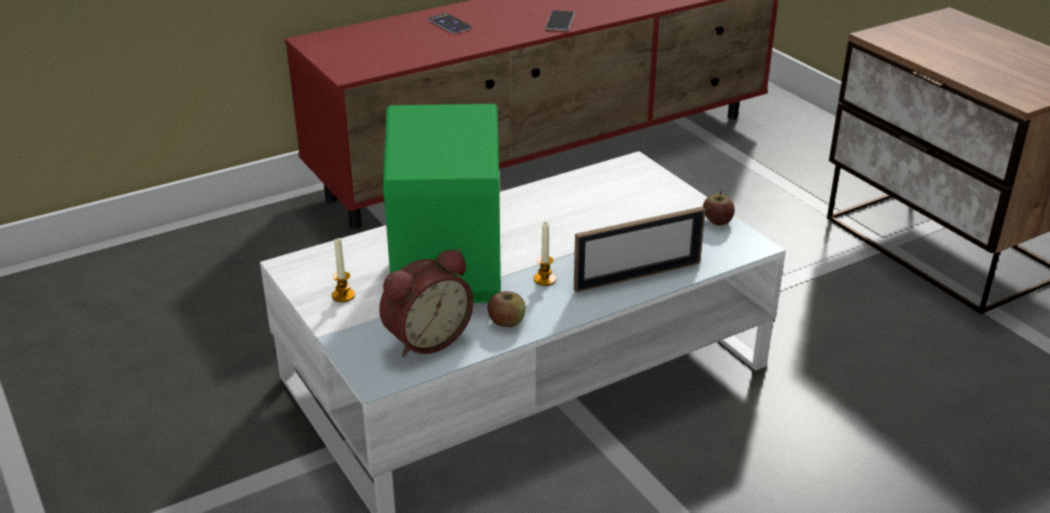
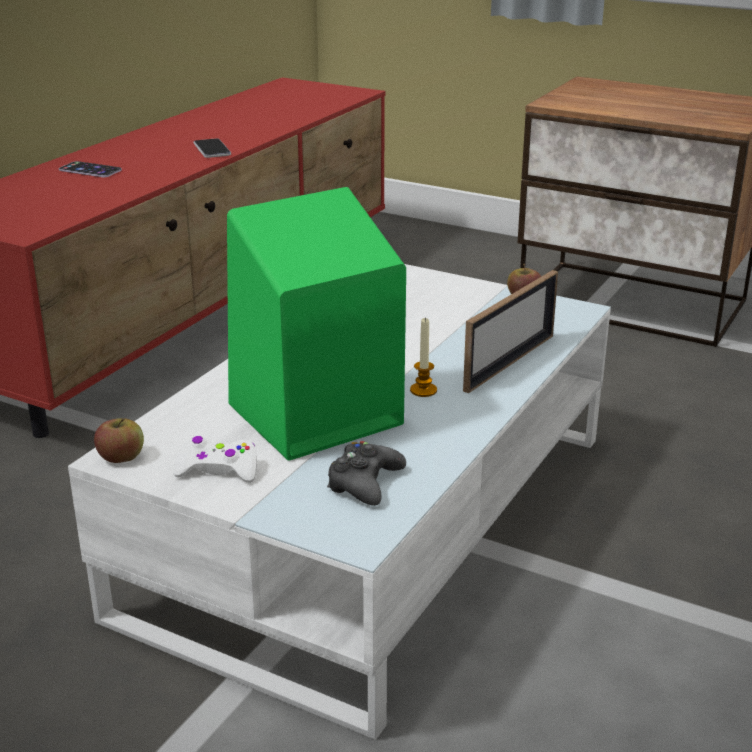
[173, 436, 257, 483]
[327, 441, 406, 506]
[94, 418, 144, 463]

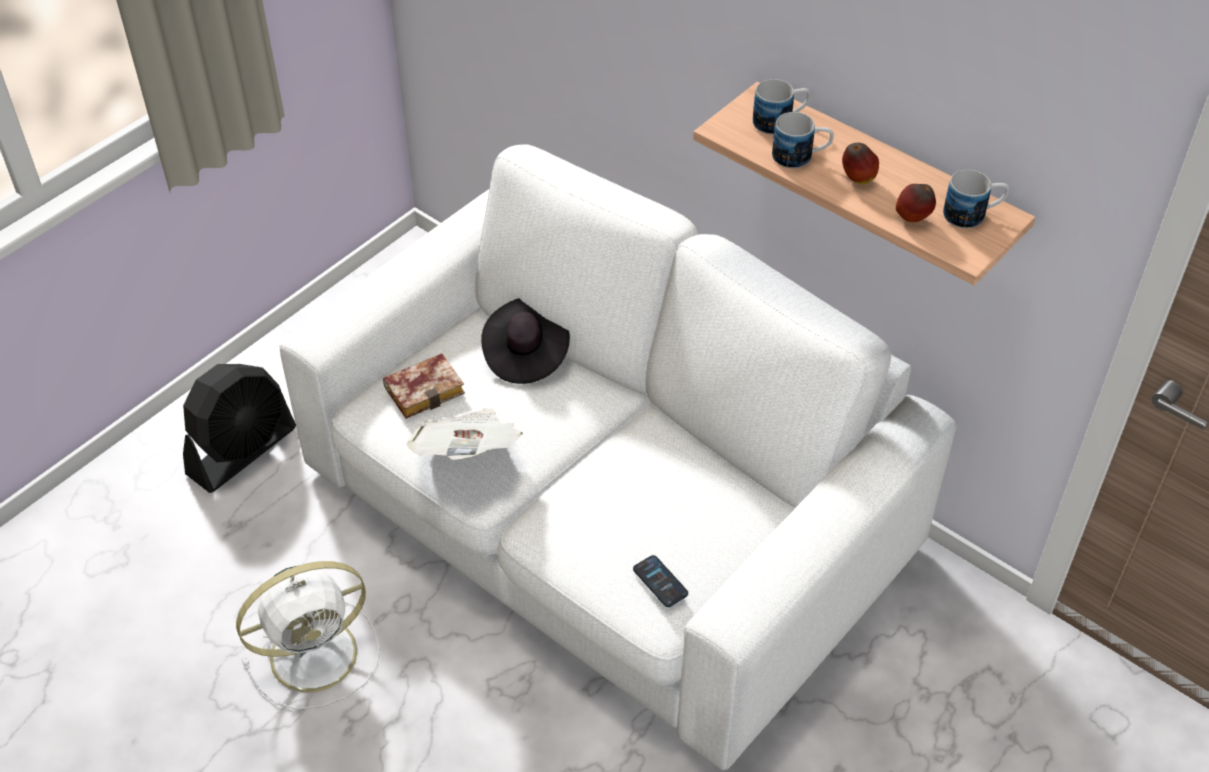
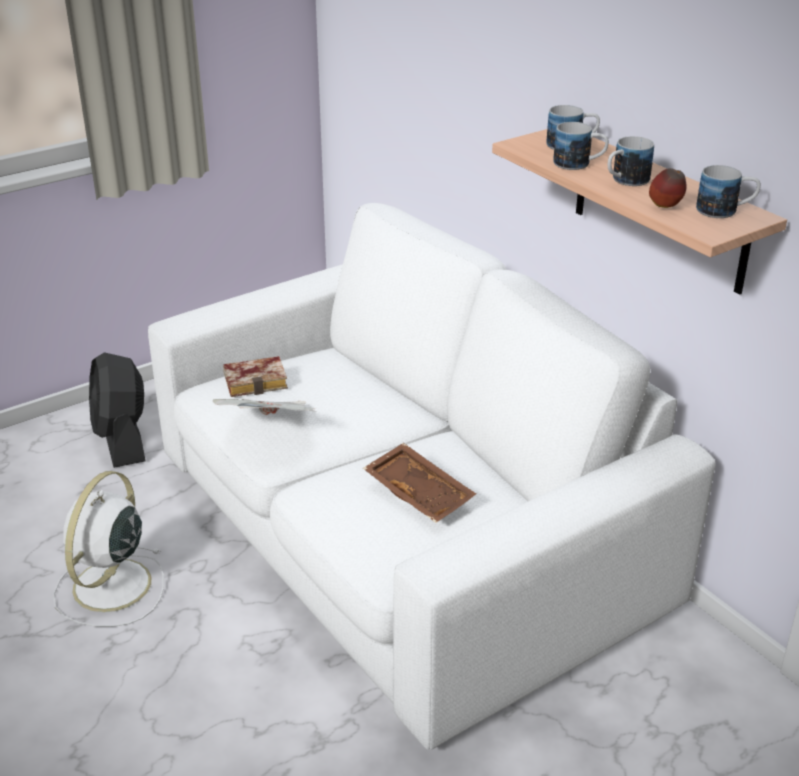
[608, 136, 654, 186]
[481, 298, 570, 384] (first image)
[89, 352, 145, 468]
[633, 555, 688, 607] (first image)
[53, 471, 164, 627]
[363, 443, 476, 523]

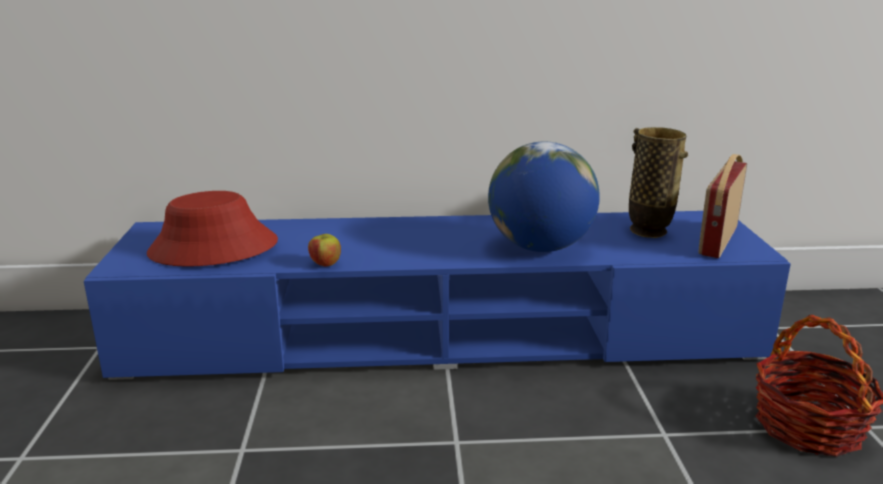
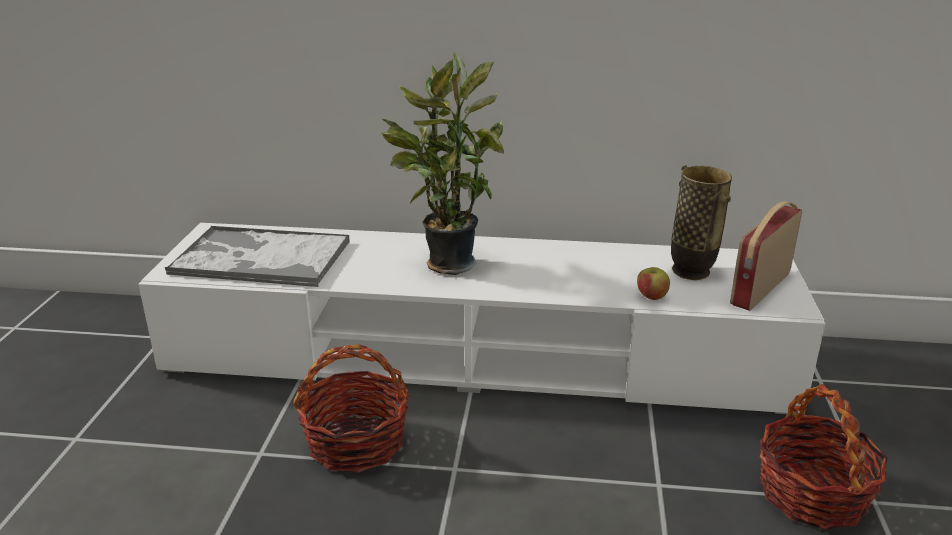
[488, 141, 600, 252] (first image)
[165, 226, 349, 287]
[139, 223, 825, 414]
[637, 267, 670, 300]
[381, 51, 504, 275]
[293, 345, 409, 473]

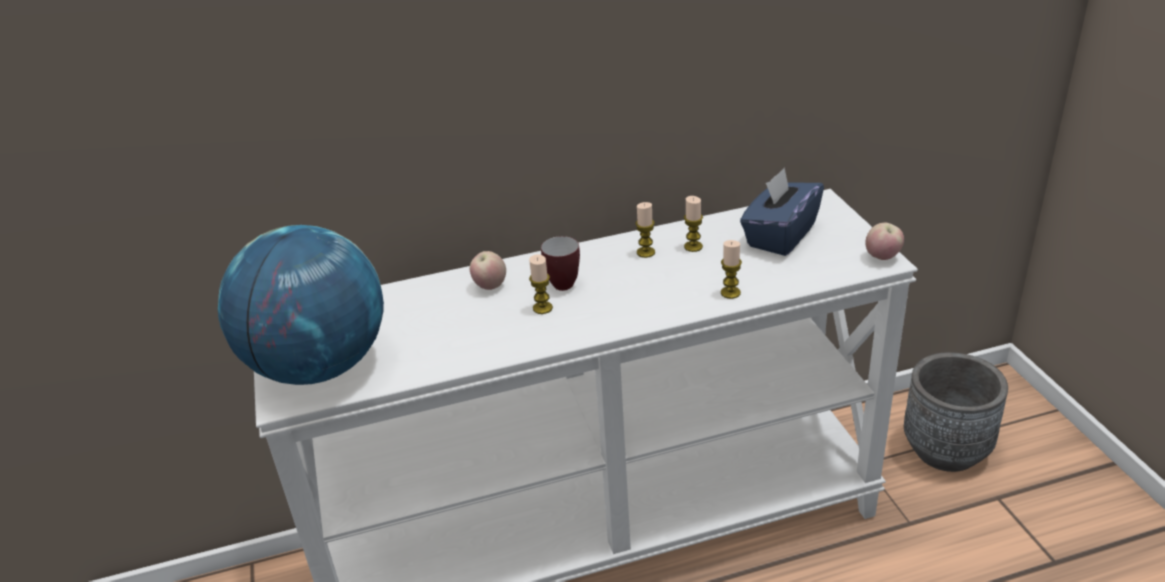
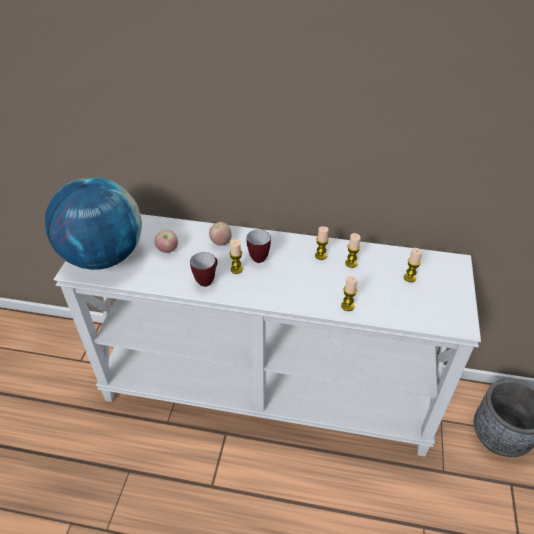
[404, 248, 422, 282]
[155, 230, 178, 253]
[190, 252, 218, 287]

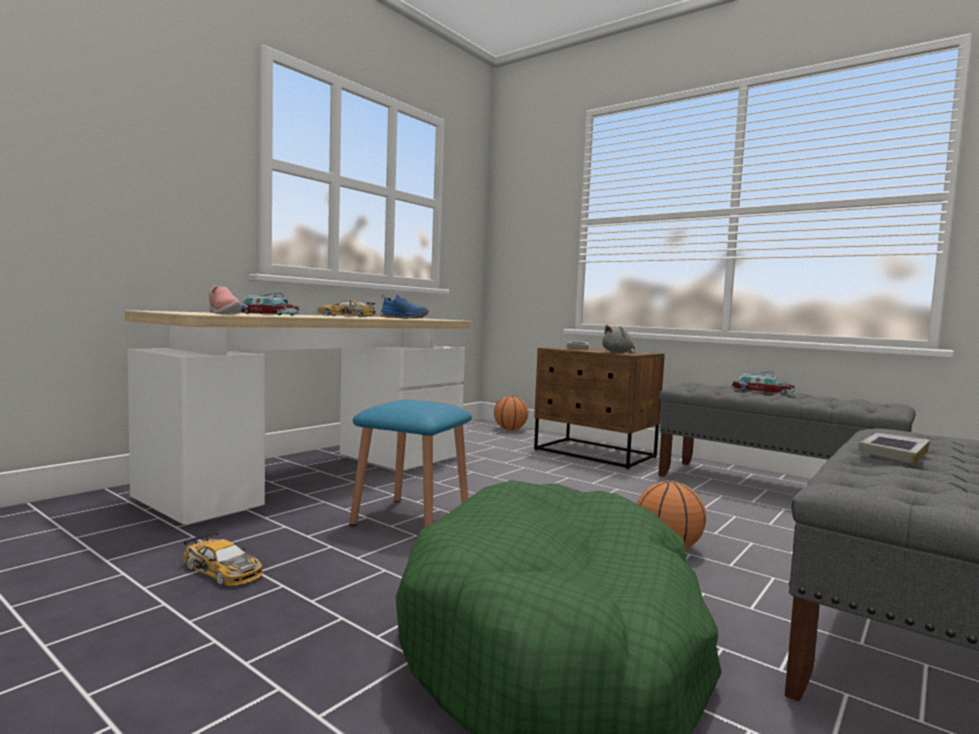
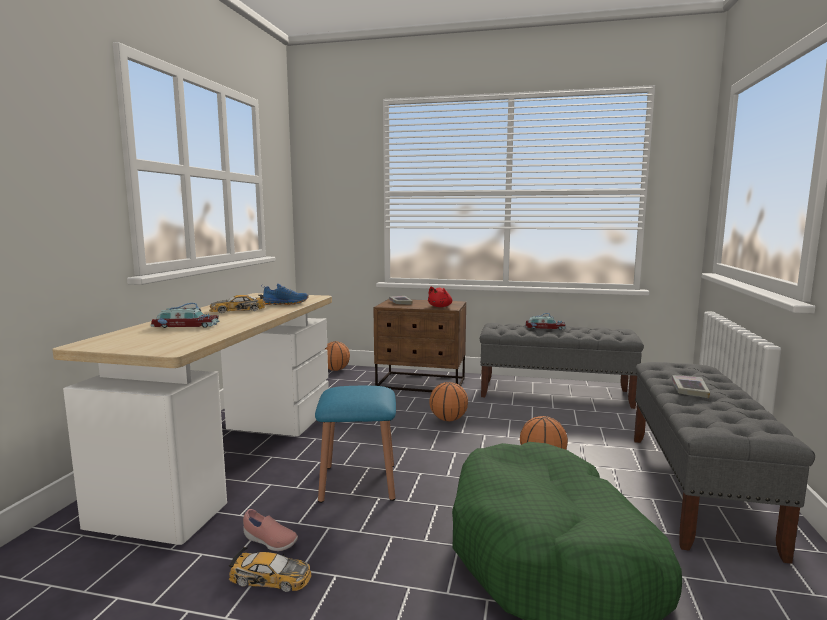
[243, 509, 298, 551]
[428, 286, 452, 307]
[429, 382, 468, 421]

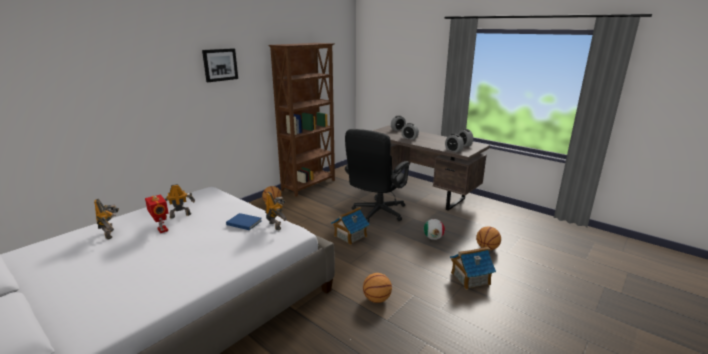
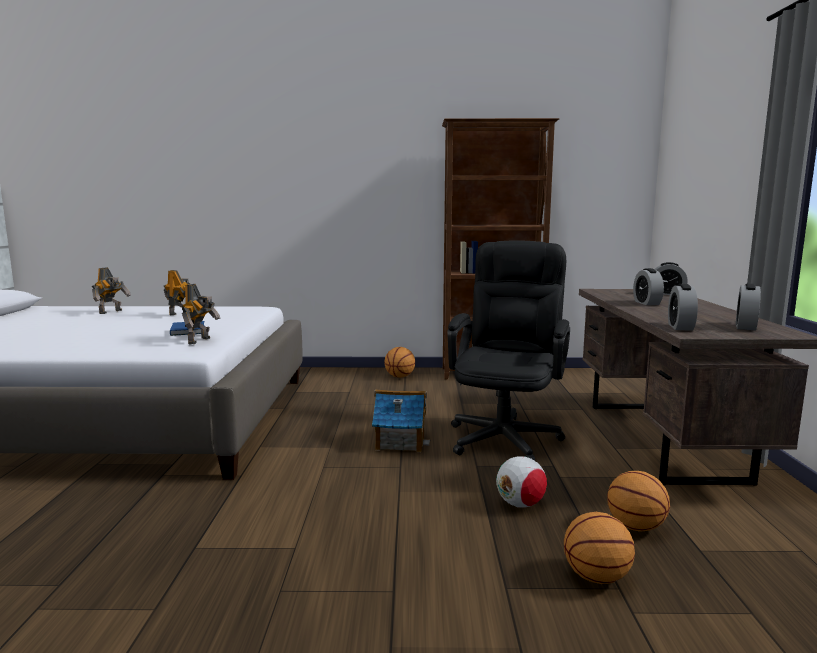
[202, 48, 238, 82] (first image)
[447, 240, 570, 461]
[145, 195, 169, 233] (first image)
[450, 247, 496, 290] (first image)
[607, 471, 670, 532]

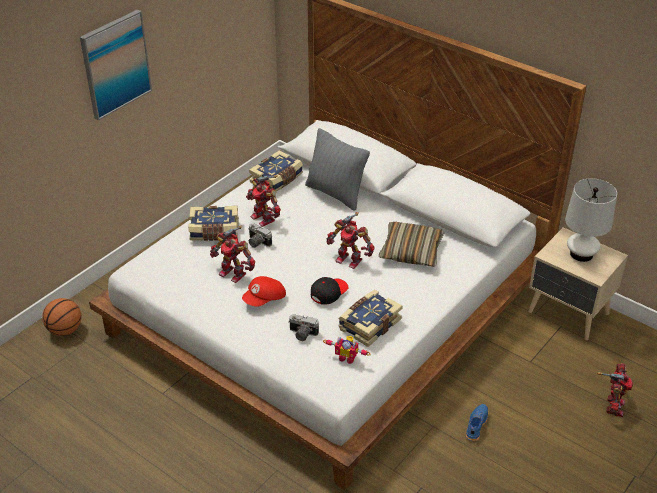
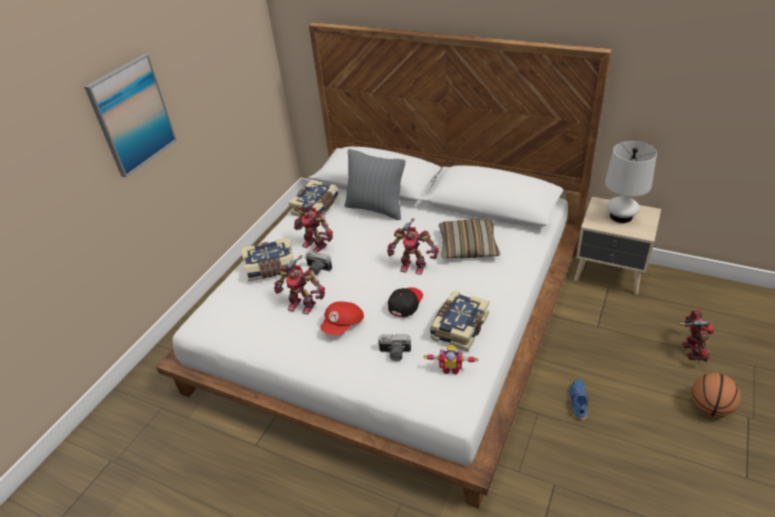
[692, 373, 741, 417]

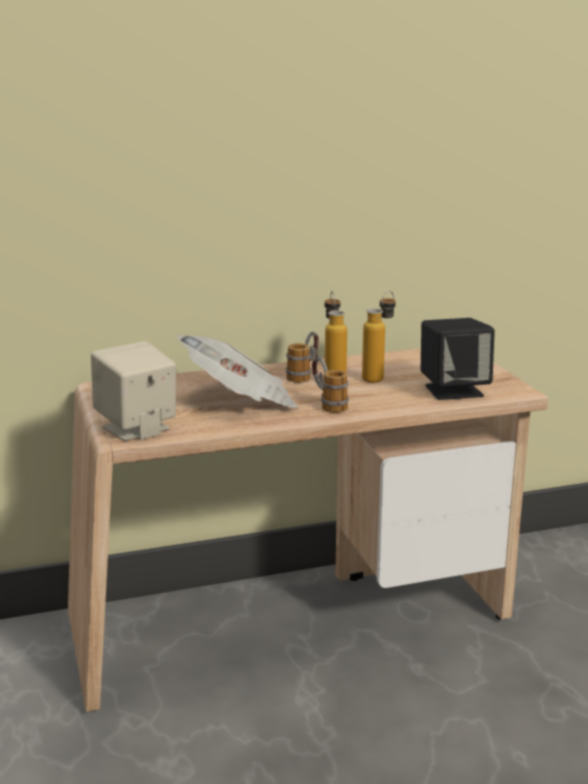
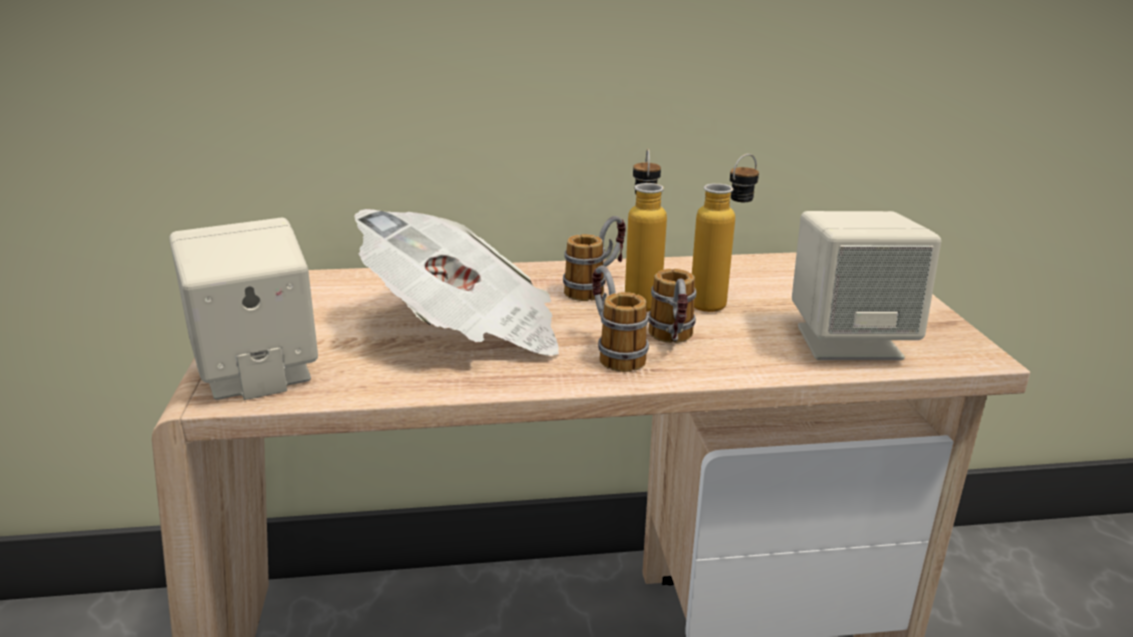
[792, 211, 941, 360]
[648, 269, 697, 343]

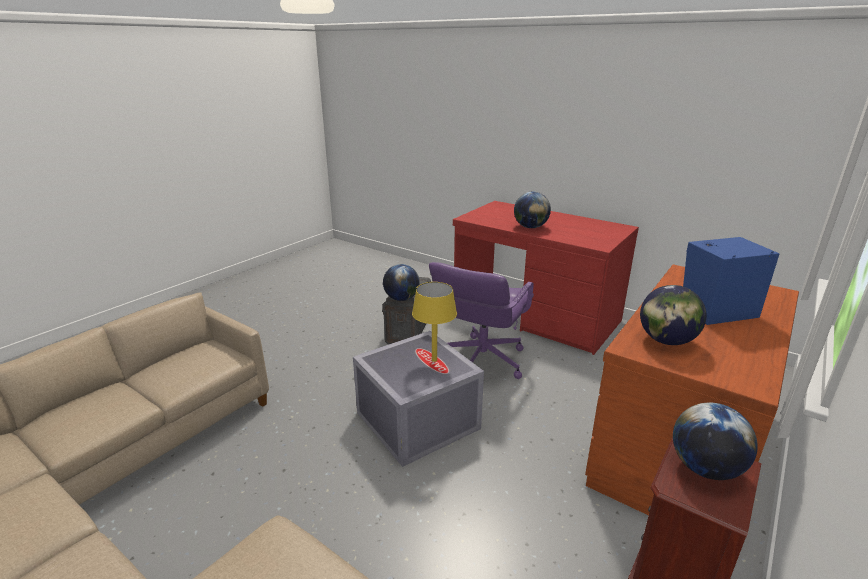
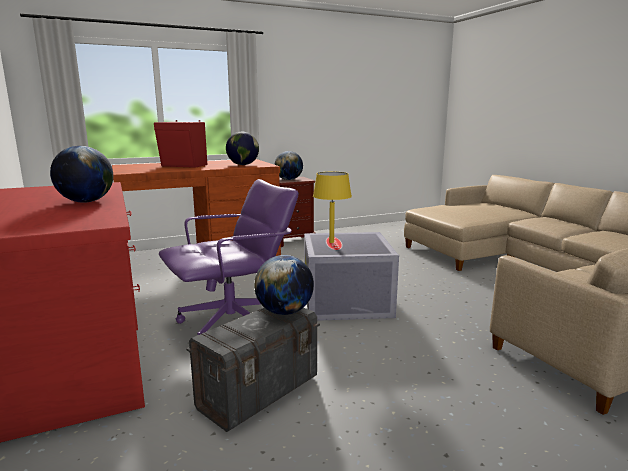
[154, 120, 207, 168]

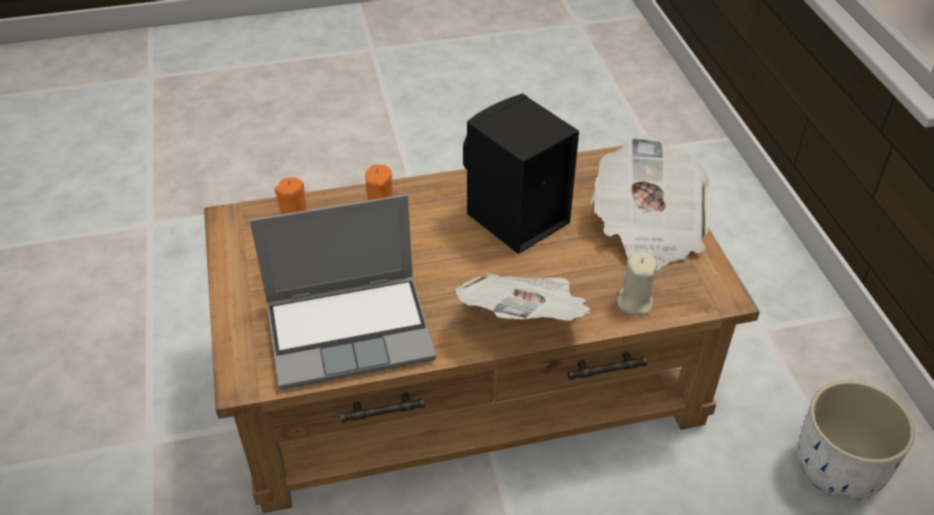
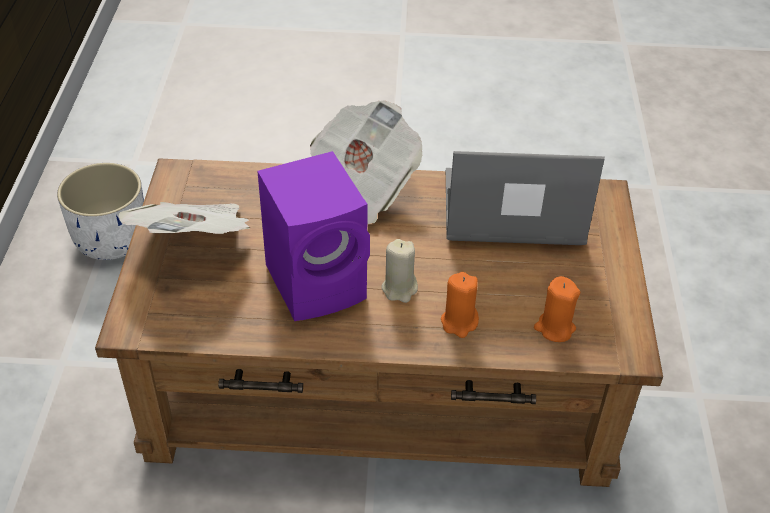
[257, 151, 370, 321]
[382, 239, 418, 303]

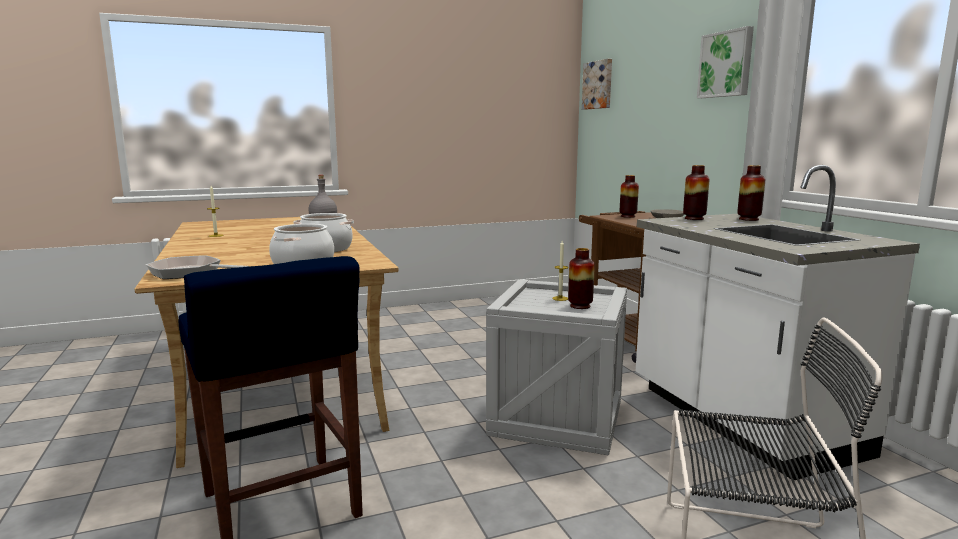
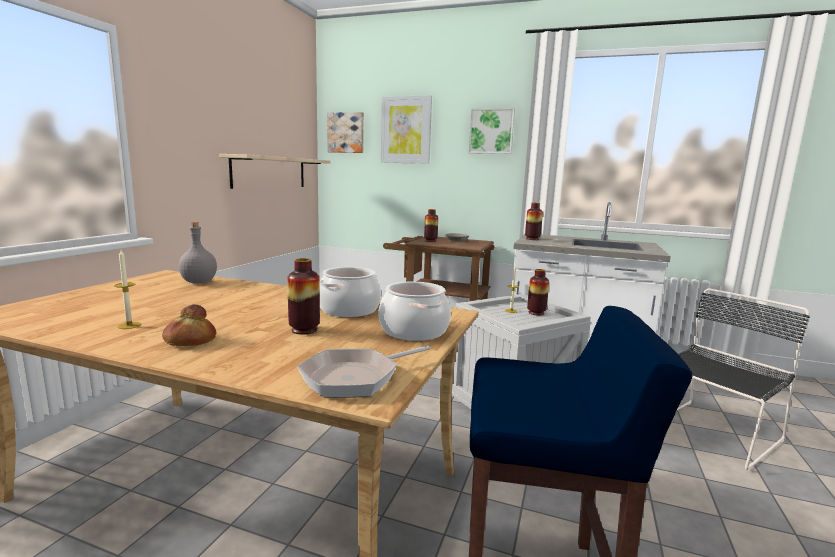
[287, 258, 320, 334]
[381, 95, 432, 164]
[219, 154, 331, 189]
[162, 304, 216, 346]

